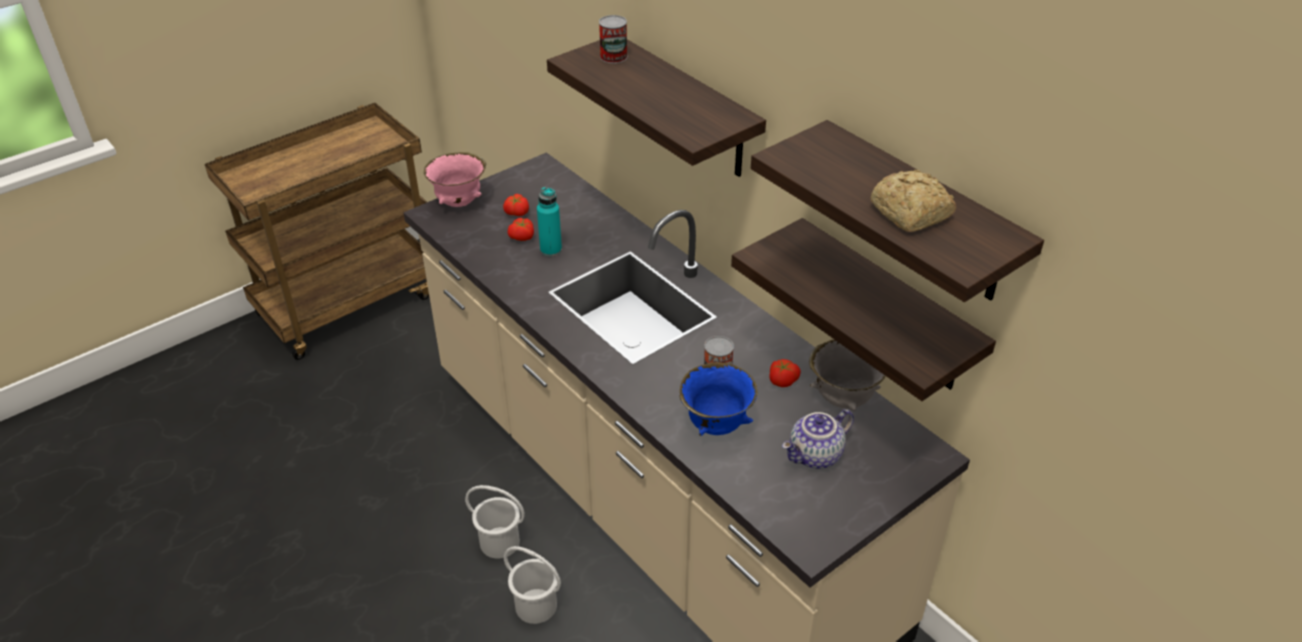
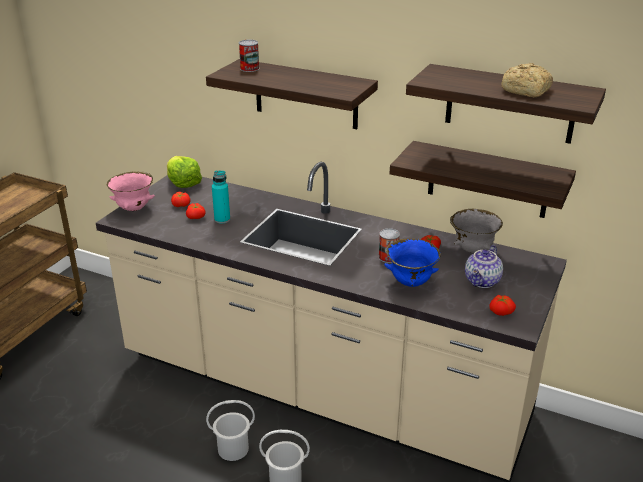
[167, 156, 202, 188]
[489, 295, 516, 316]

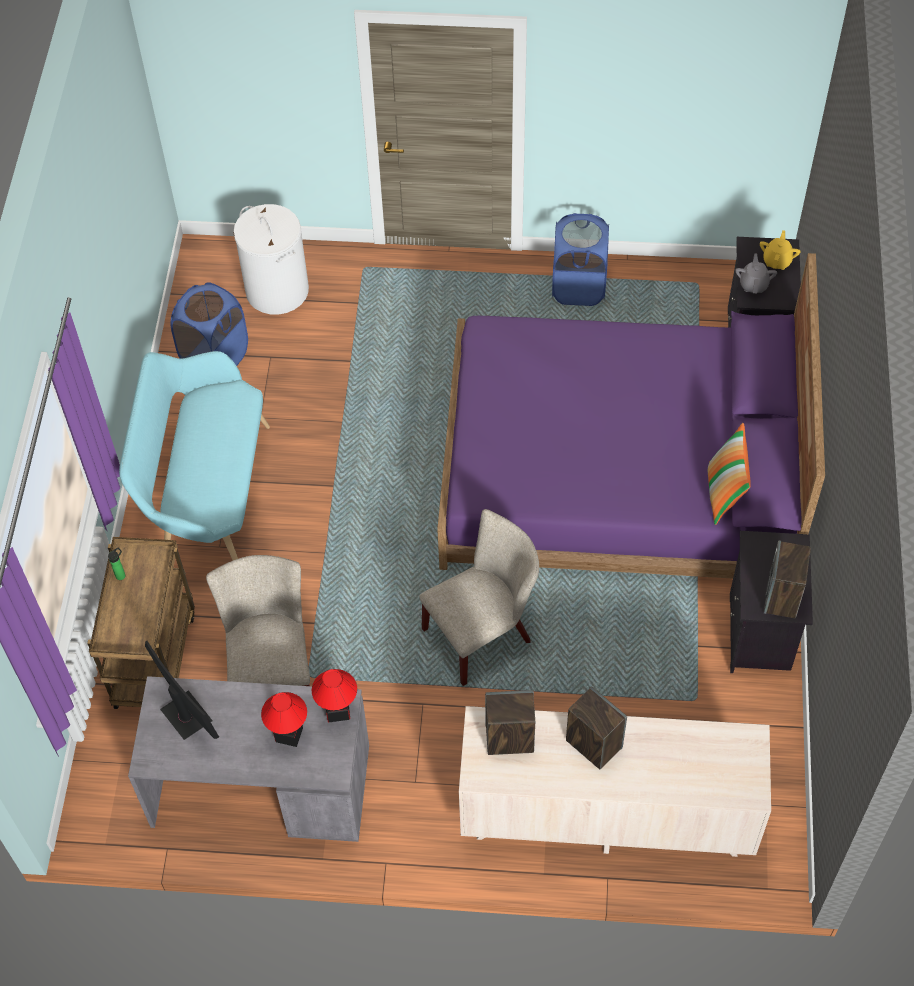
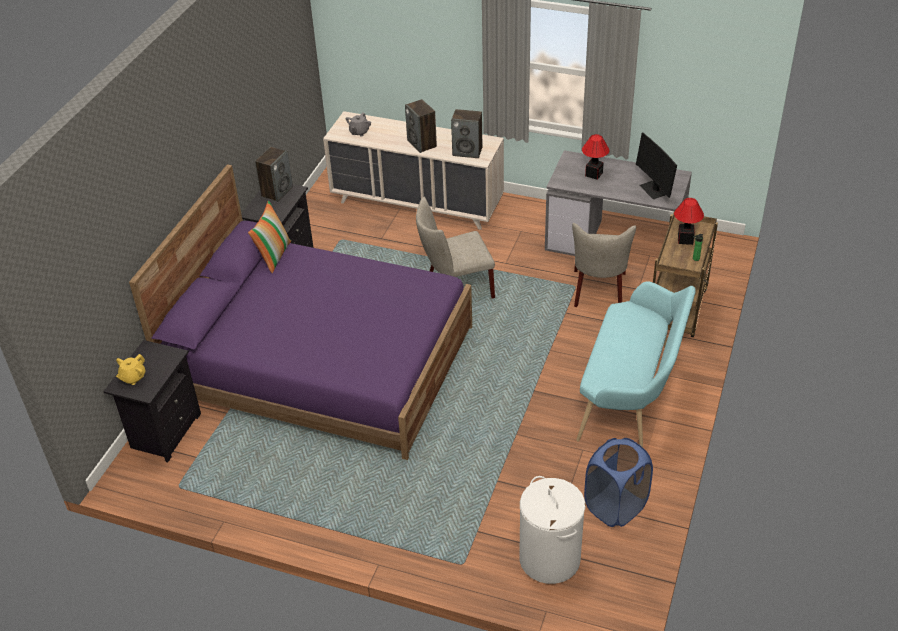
[552, 213, 609, 306] (first image)
[346, 112, 371, 137]
[674, 198, 704, 245]

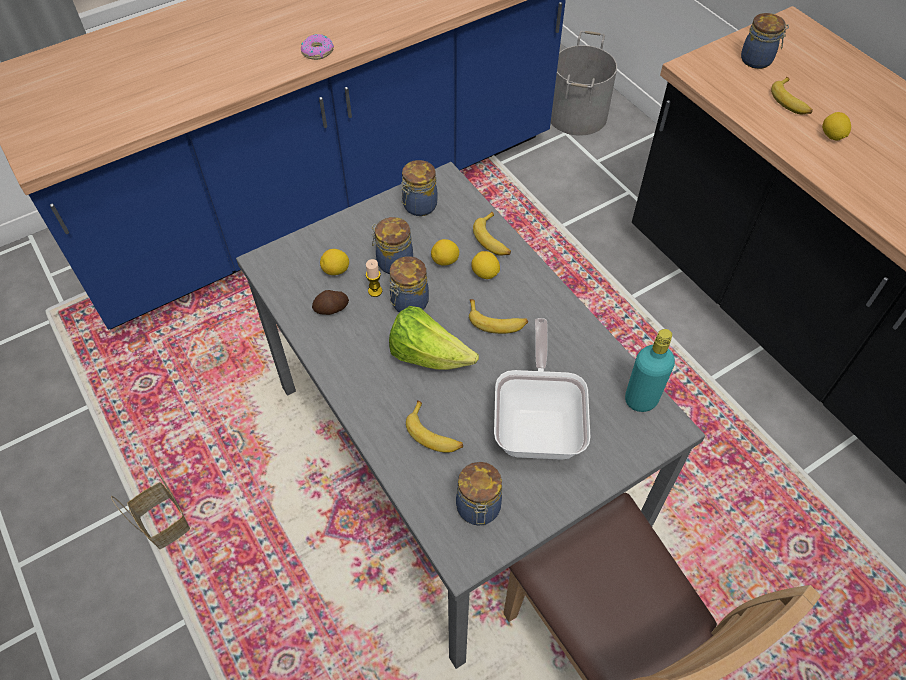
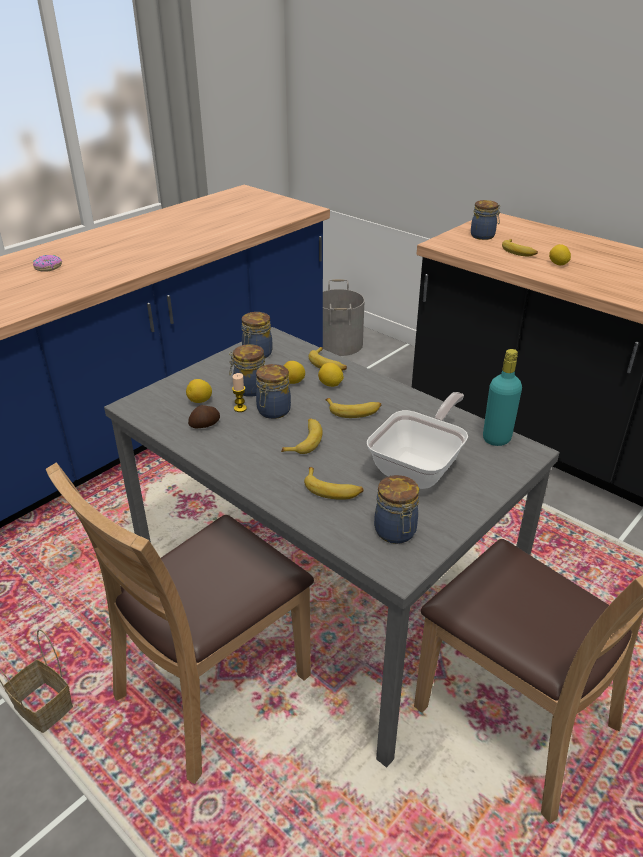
[33, 255, 62, 272]
[281, 418, 323, 454]
[367, 392, 468, 489]
[46, 463, 314, 784]

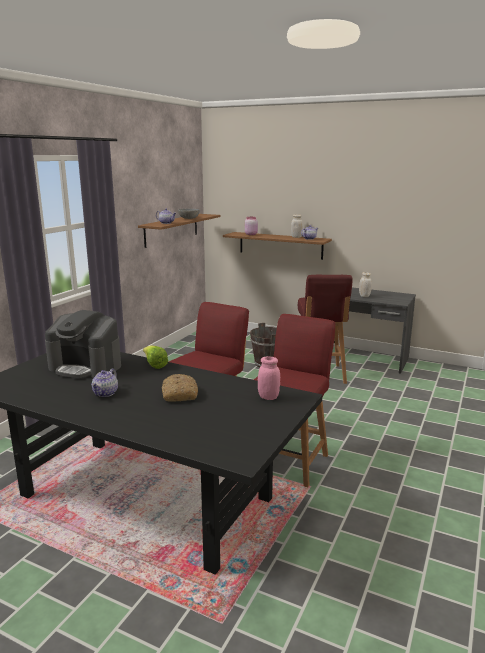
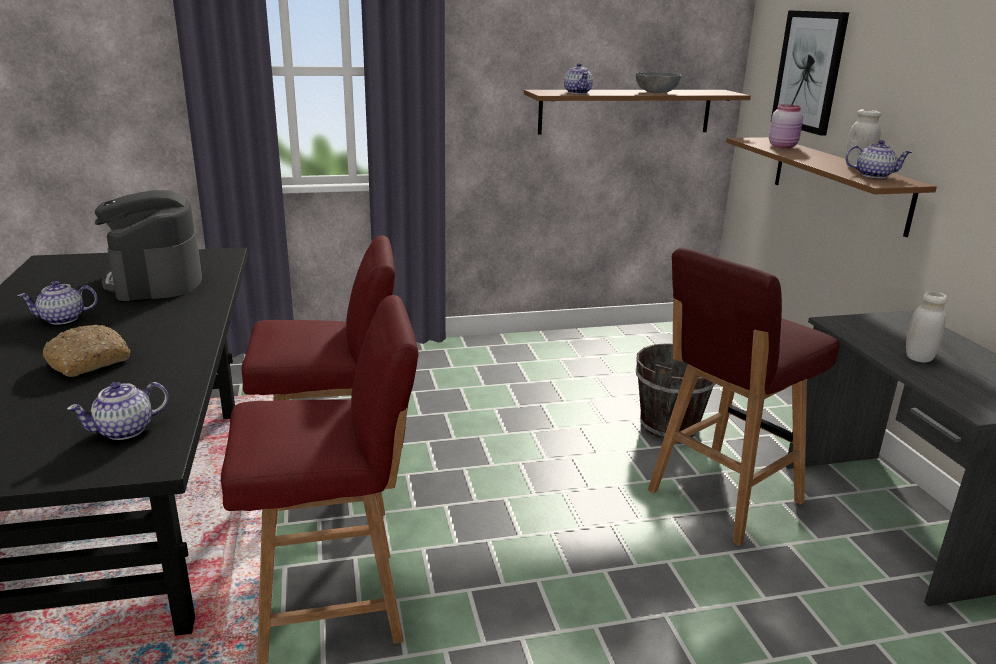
[143, 346, 168, 369] (first image)
[67, 382, 169, 440]
[771, 10, 849, 136]

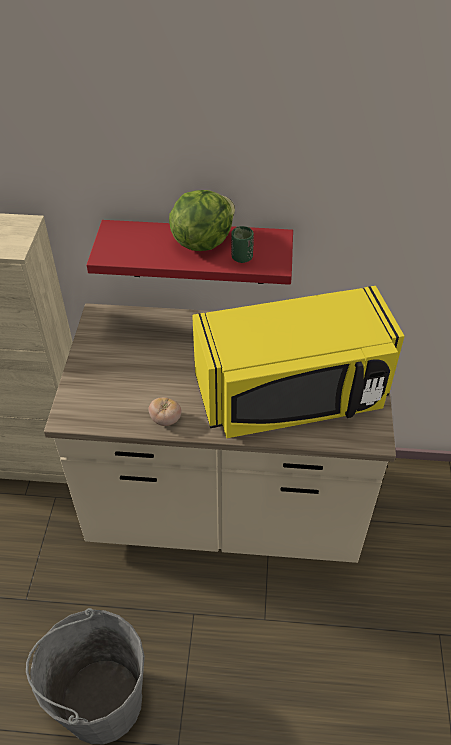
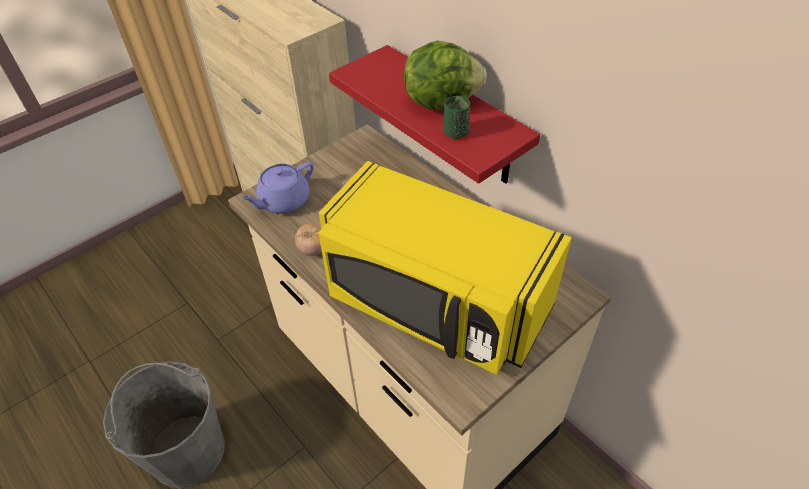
[241, 162, 314, 214]

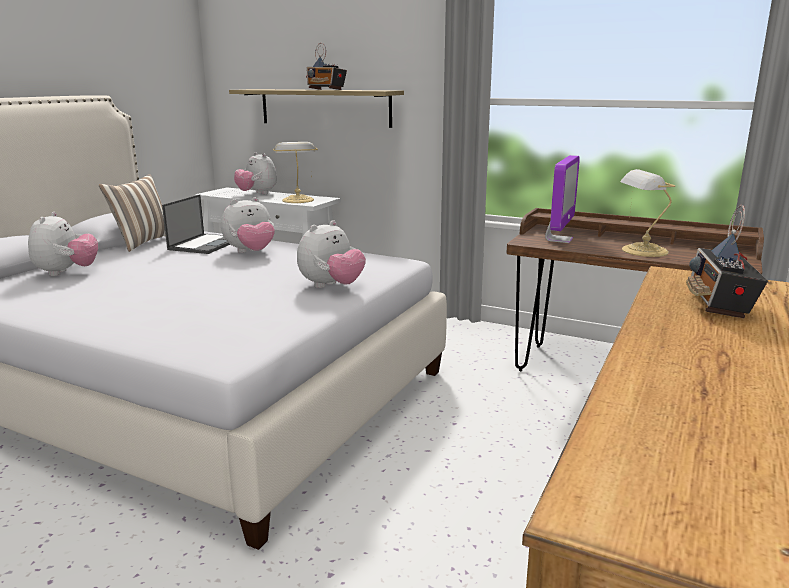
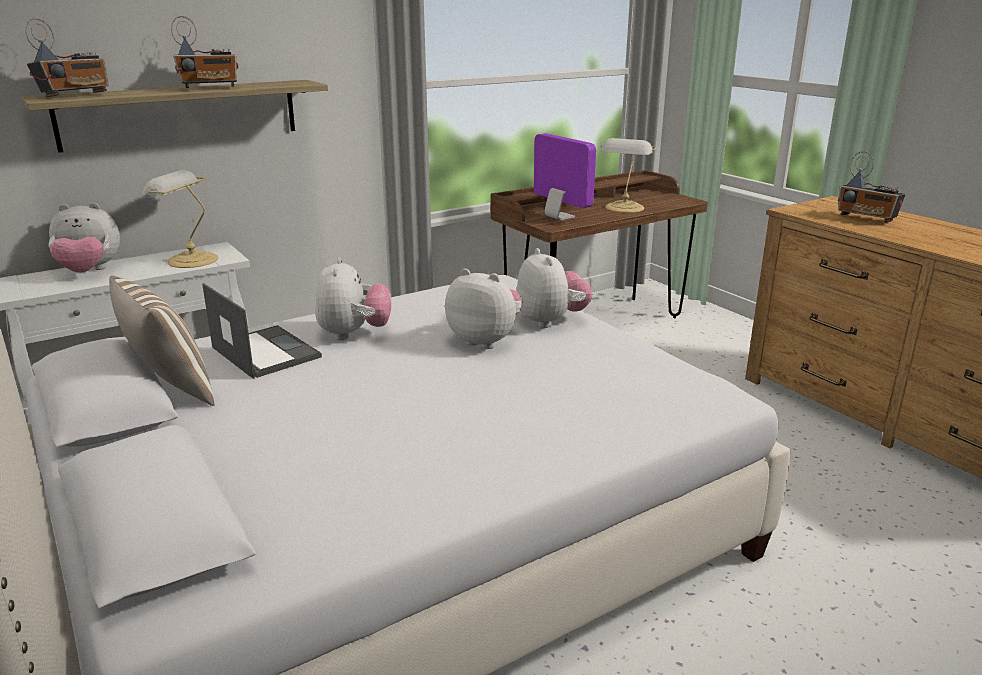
[445, 268, 523, 349]
[25, 18, 109, 97]

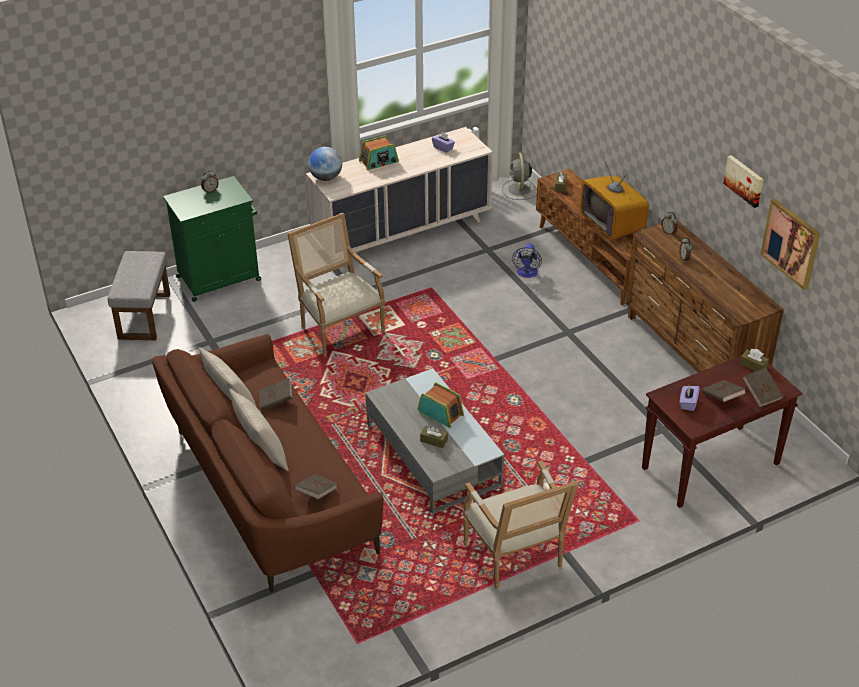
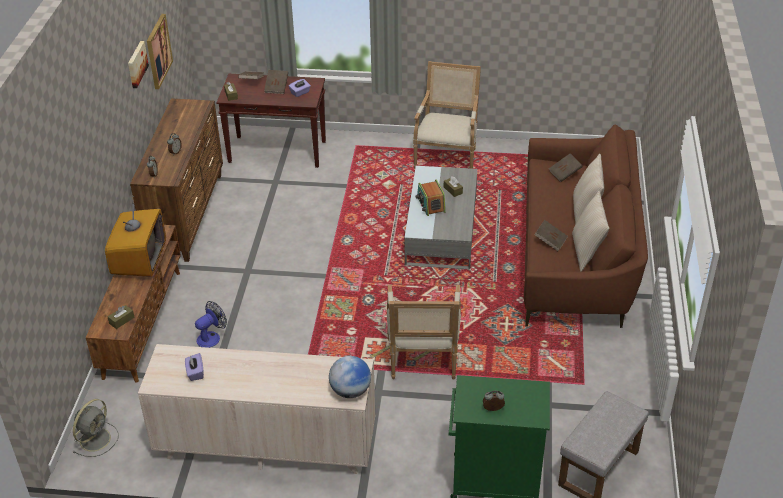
[359, 136, 399, 170] (first image)

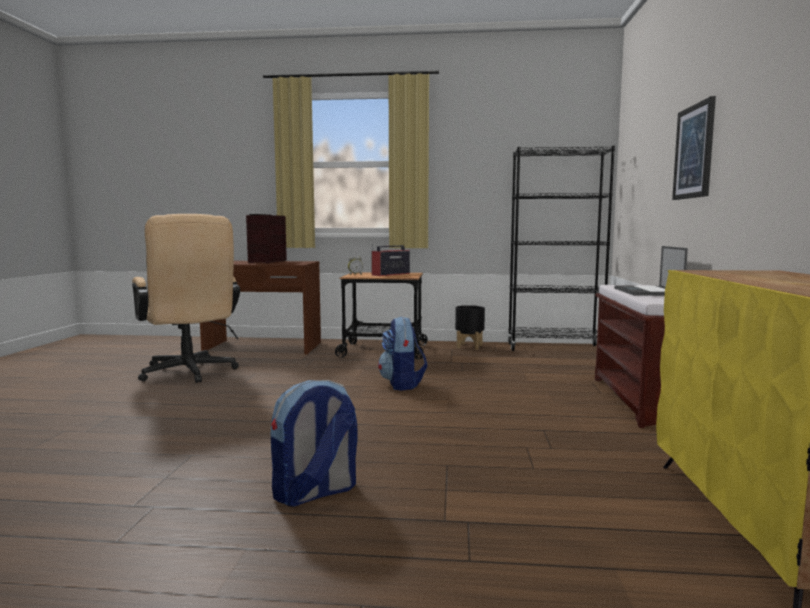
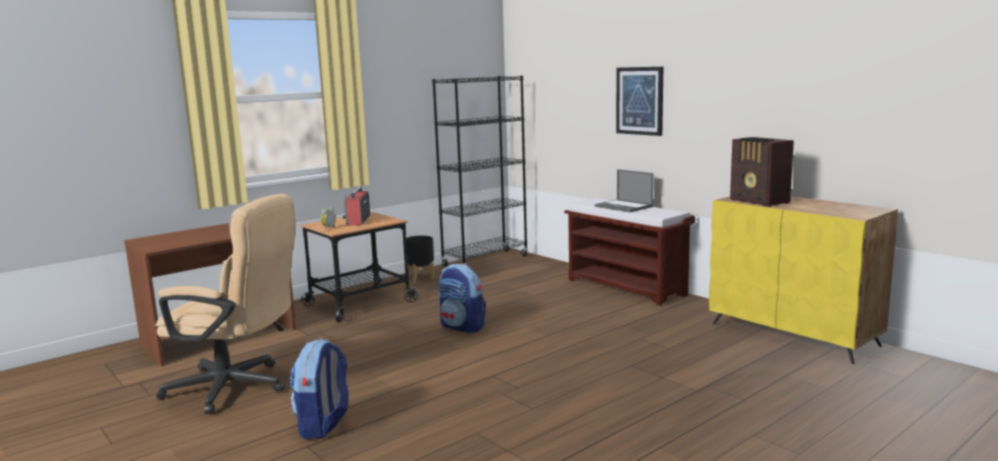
[730, 137, 794, 207]
[289, 339, 348, 439]

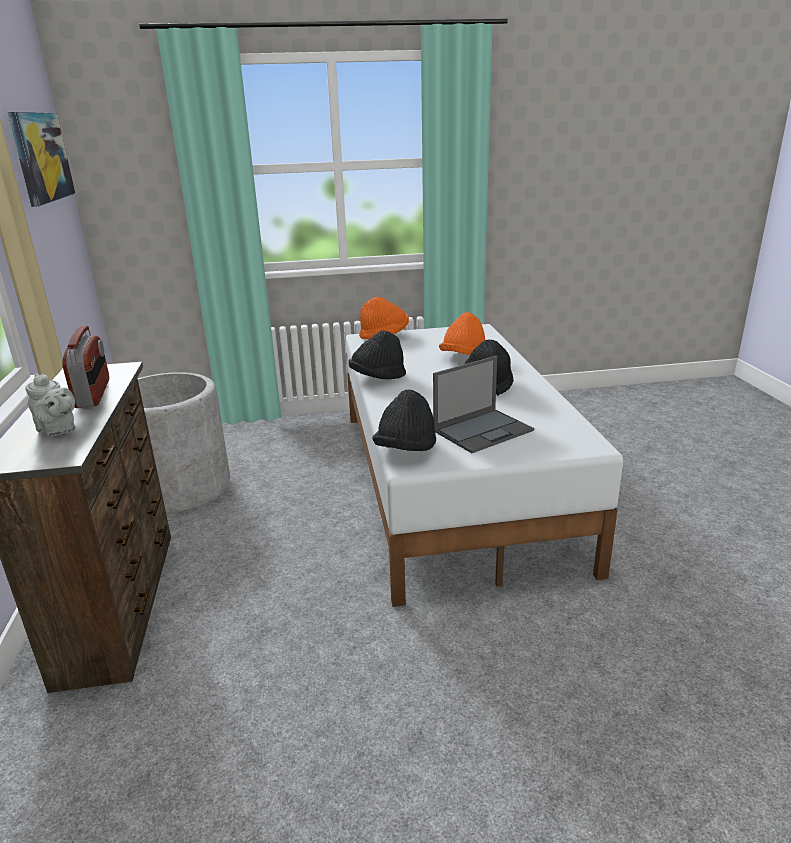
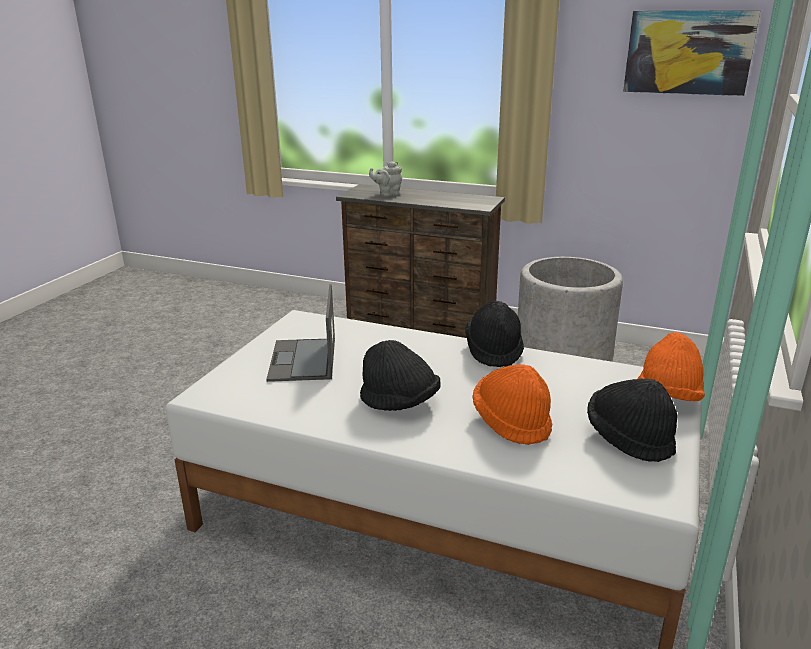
[62, 325, 110, 408] (first image)
[587, 378, 677, 462]

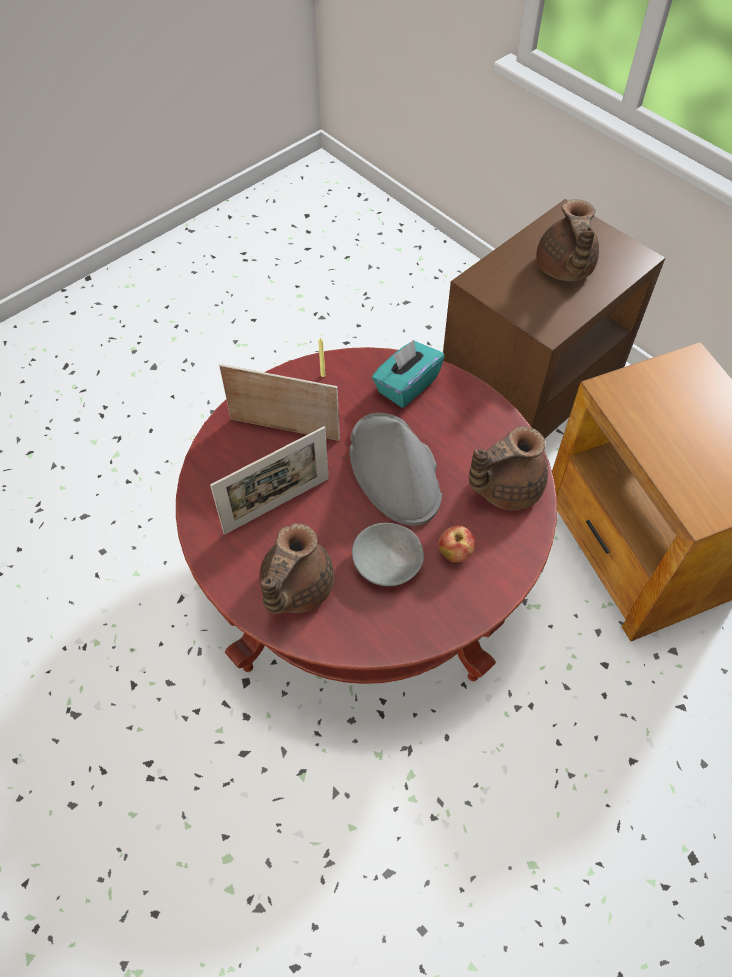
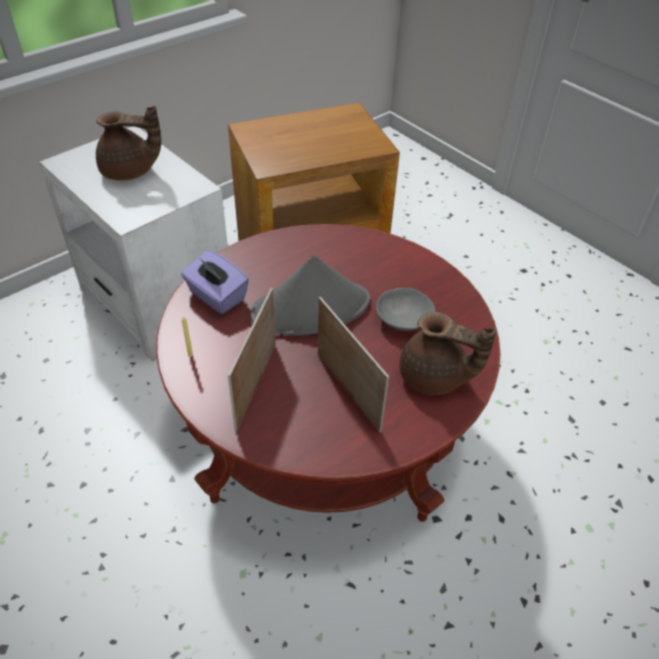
[39, 126, 228, 361]
[181, 250, 249, 314]
[469, 426, 548, 510] (first image)
[439, 525, 475, 562] (first image)

